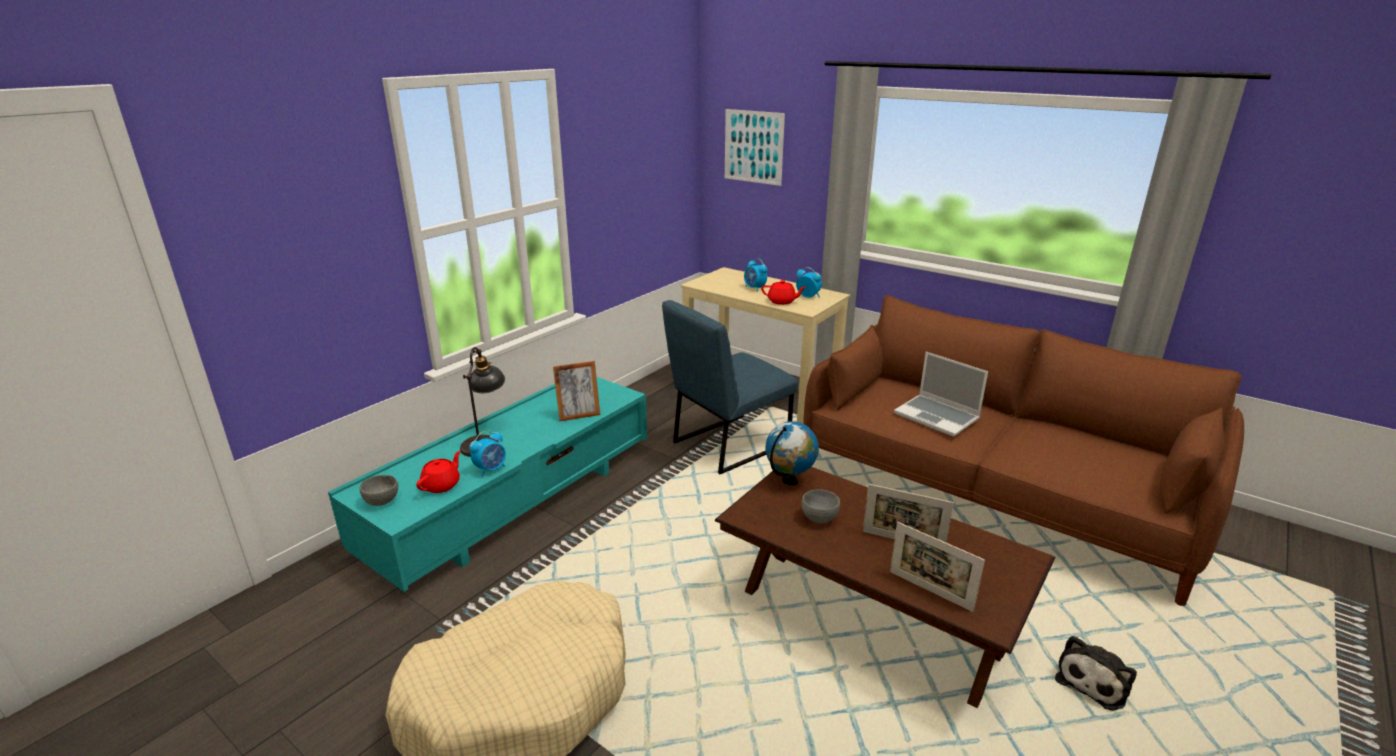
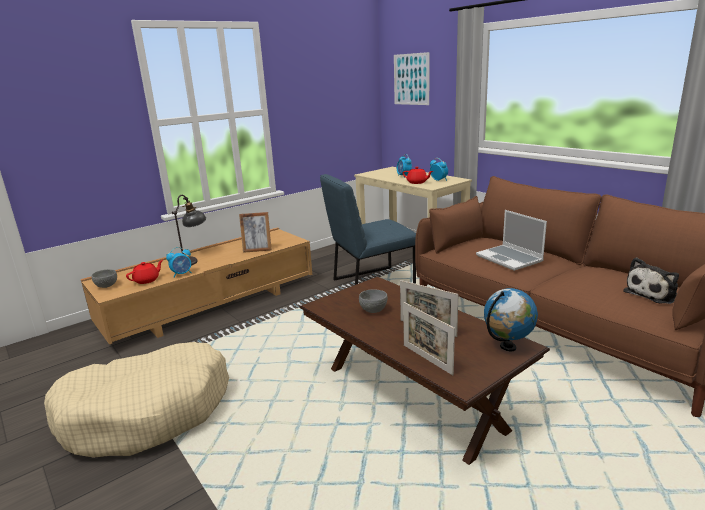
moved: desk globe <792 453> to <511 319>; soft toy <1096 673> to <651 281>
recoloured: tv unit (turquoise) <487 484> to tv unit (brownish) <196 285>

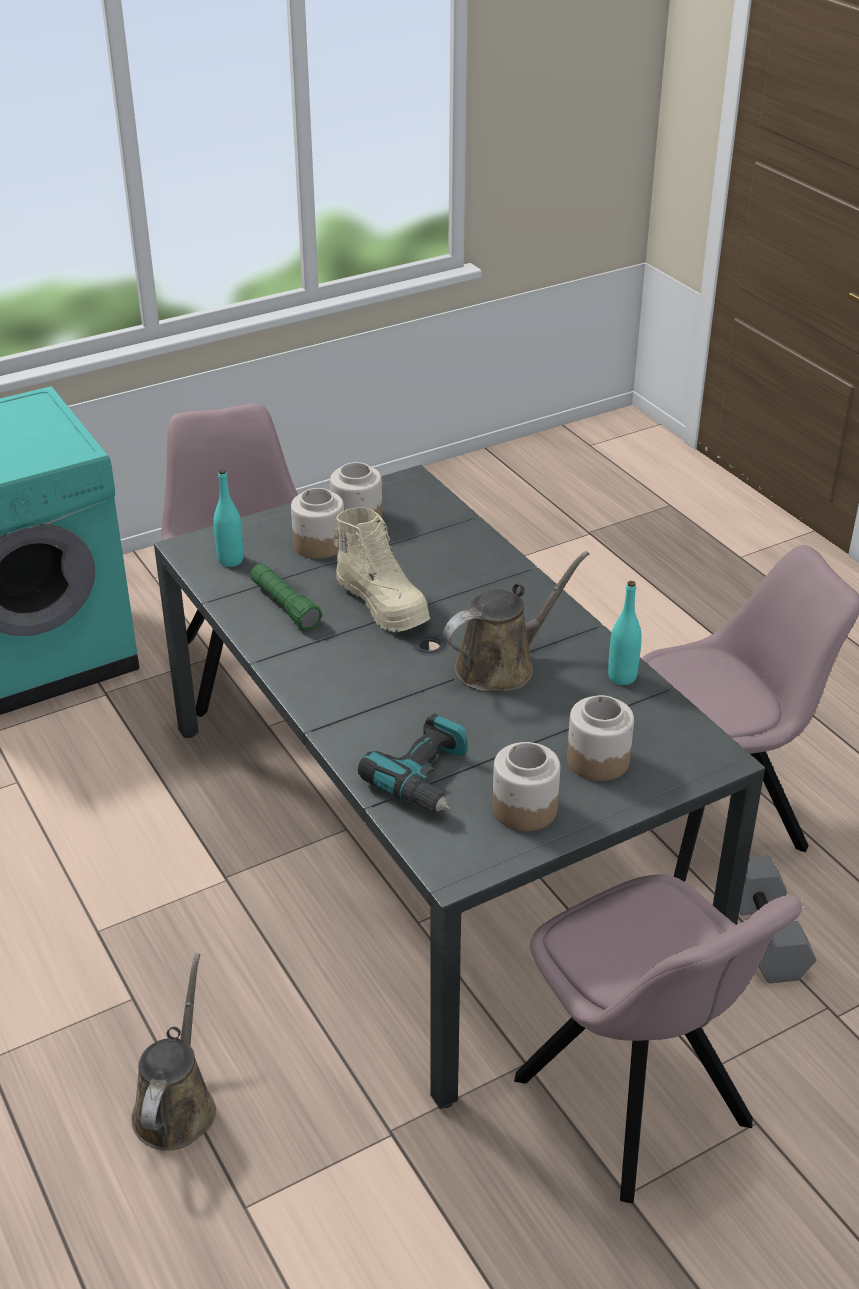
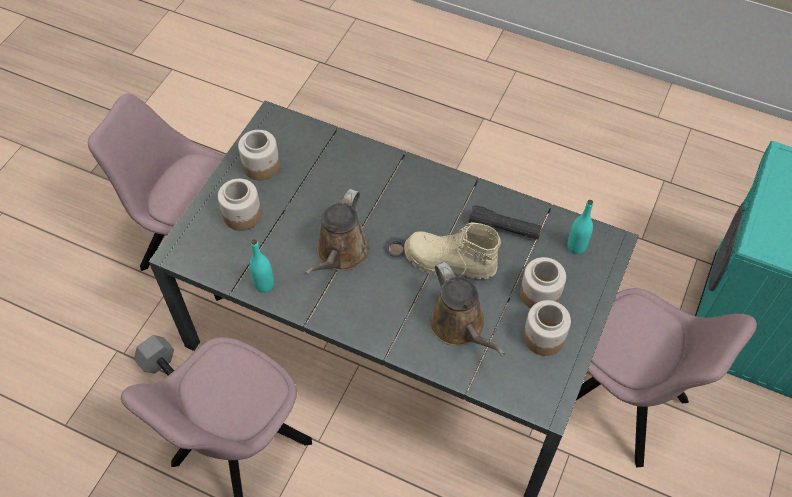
removed: power drill <413 763>
moved: watering pot (brownish) <173 1052> to <467 309>
recoloured: hand torch (greenish) <286 597> to hand torch (blackish) <505 222>

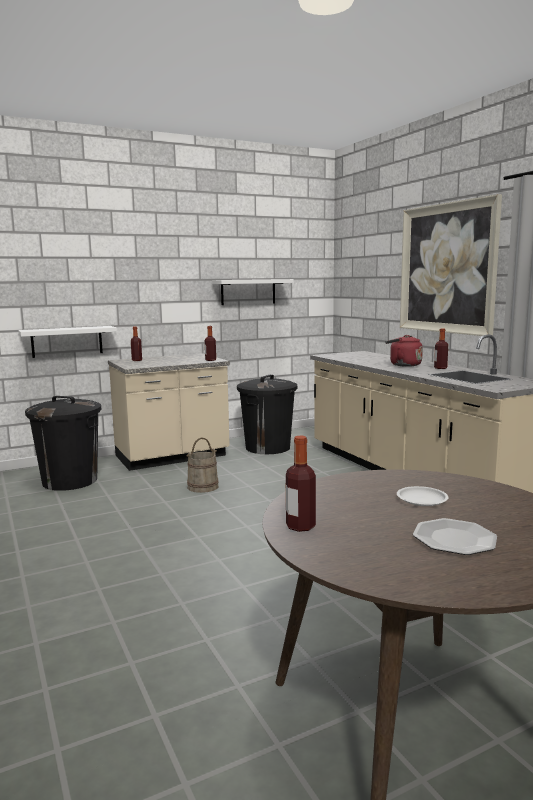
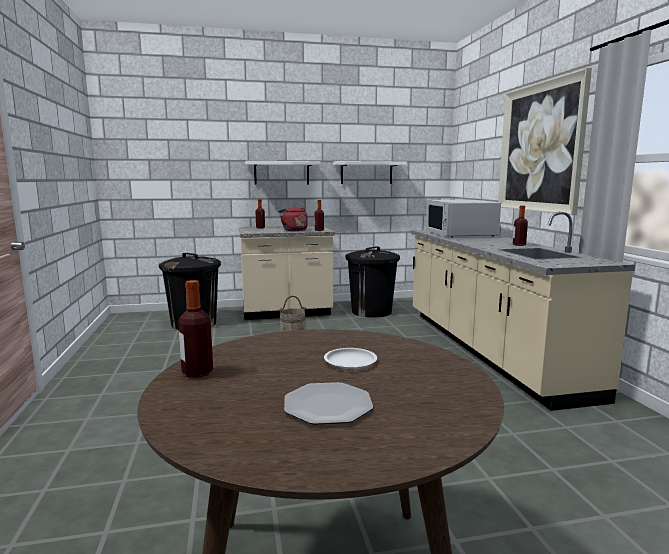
added: kitchen microwave (whitish) <463 218>
moved: wall shelf (whitish) <67 342> to <283 173>; water kettle (red) <404 351> to <293 218>

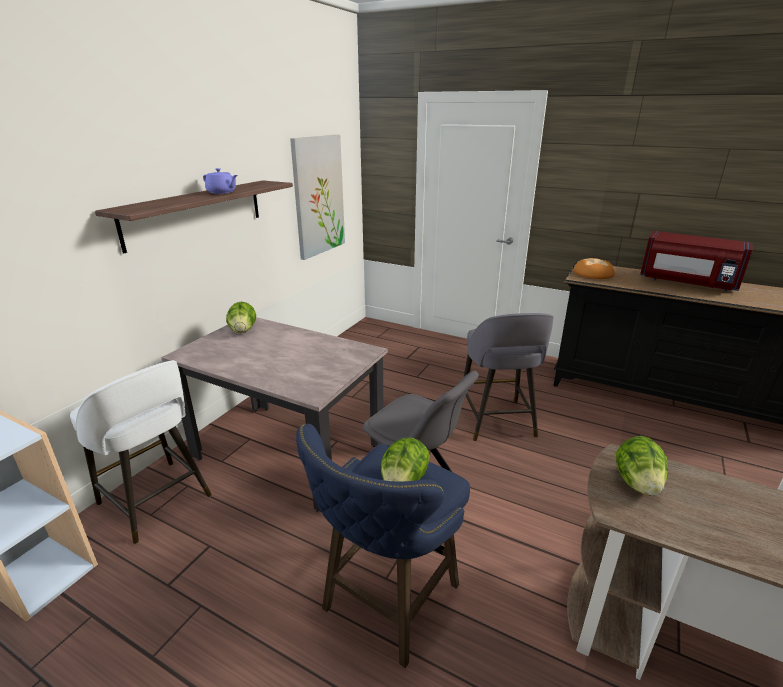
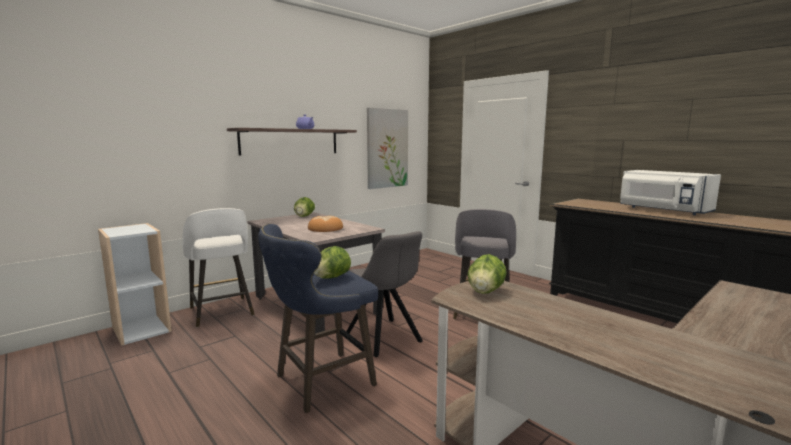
moved: baked bread <594 268> to <325 224>
recoloured: kitchen microwave (red) <696 261> to kitchen microwave (whitish) <670 192>

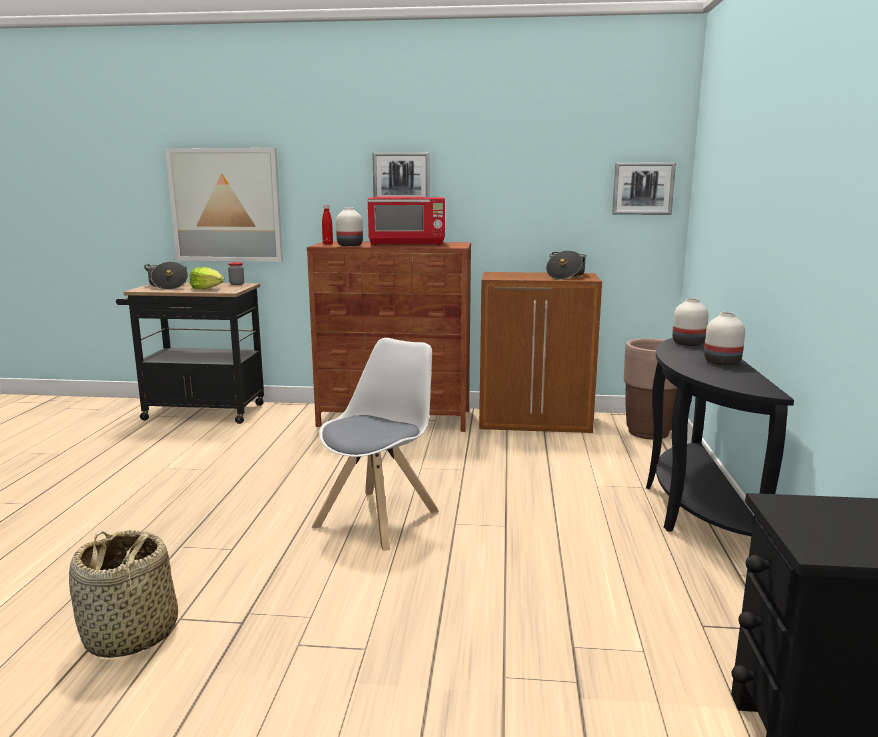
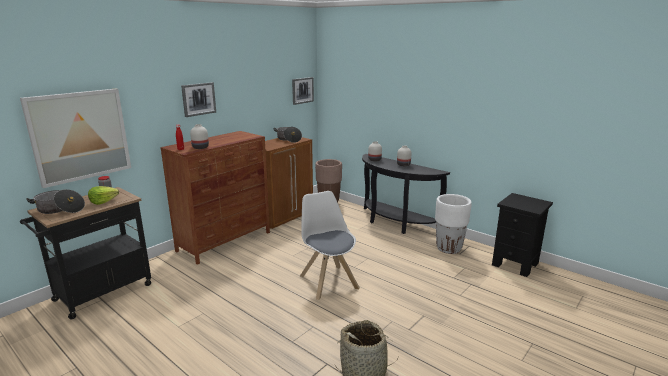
removed: kitchen microwave (red) <406 221>
added: plant pot (whitish) <453 224>

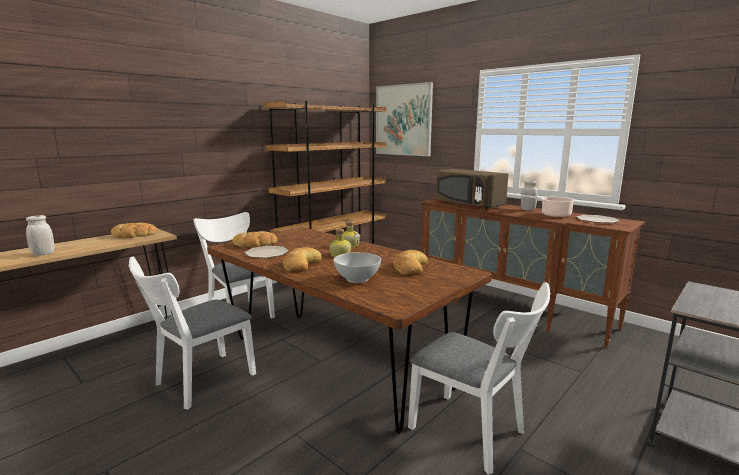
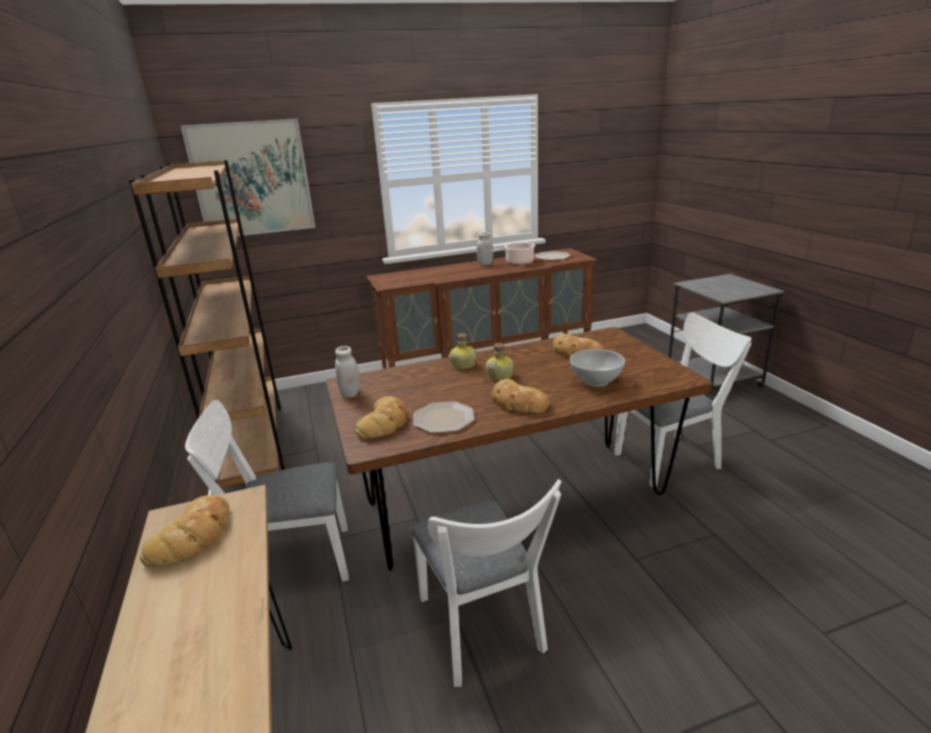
removed: kitchen microwave (brownish) <472 189>
moved: storage jar (whitish) <40 235> to <347 371>

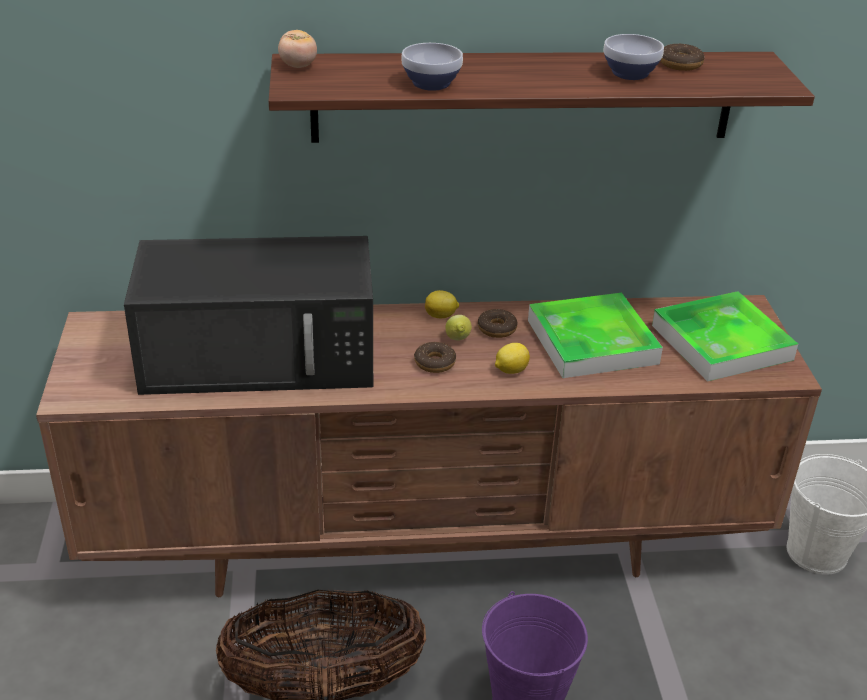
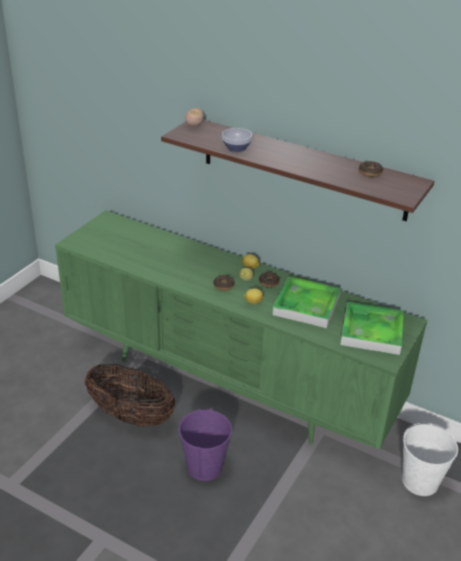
removed: kitchen microwave (blackish) <248 315>; bowl <634 57>
recoloured: cupboard (brownish) <429 446> to cupboard (greenish) <241 329>

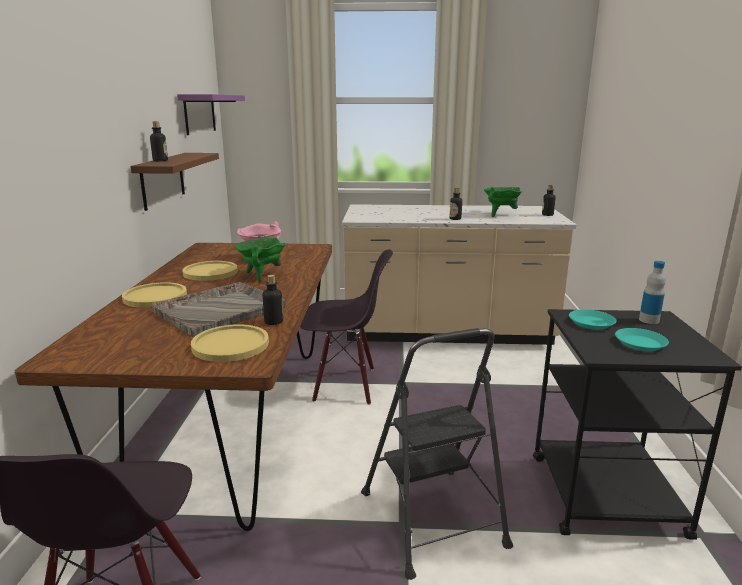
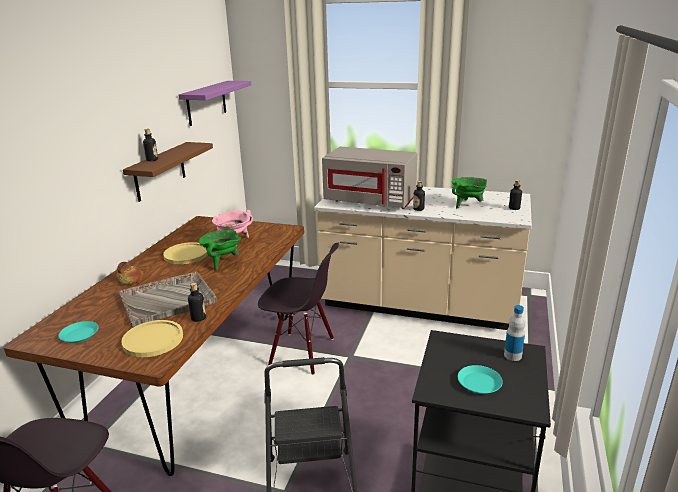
added: kitchen microwave (gray) <370 178>
moved: dinner plate (turquoise) <593 319> to <78 332>
replaced: dinner plate (yellow-coloured) <154 295> to baked bread <130 273>

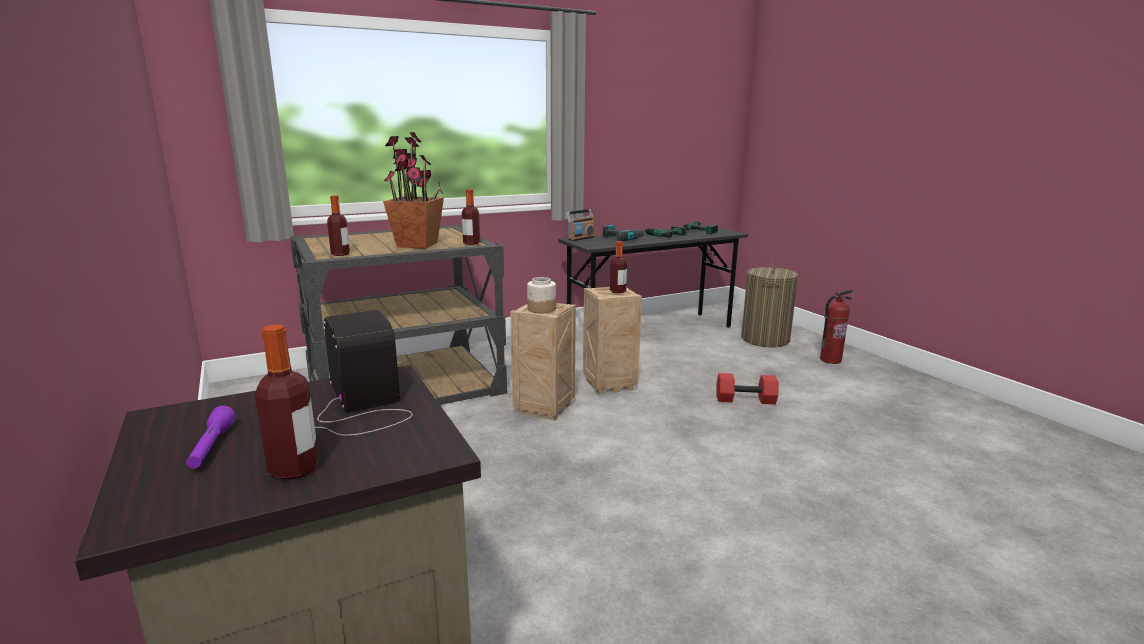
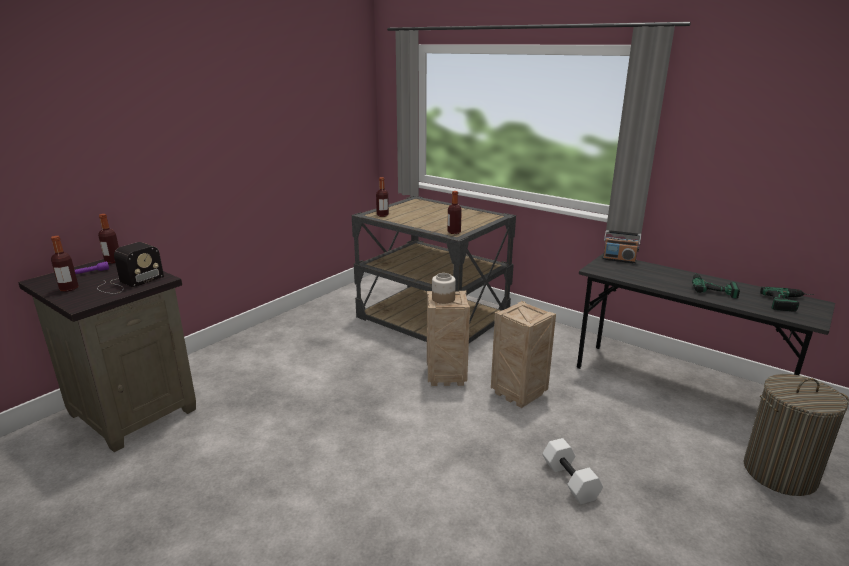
removed: houseplant <413 190>; power drill <624 233>; fire extinguisher <836 326>
moved: beverage bottle <618 267> to <108 239>
recoloured: hand weight (red) <747 388> to hand weight (whitish) <572 471>

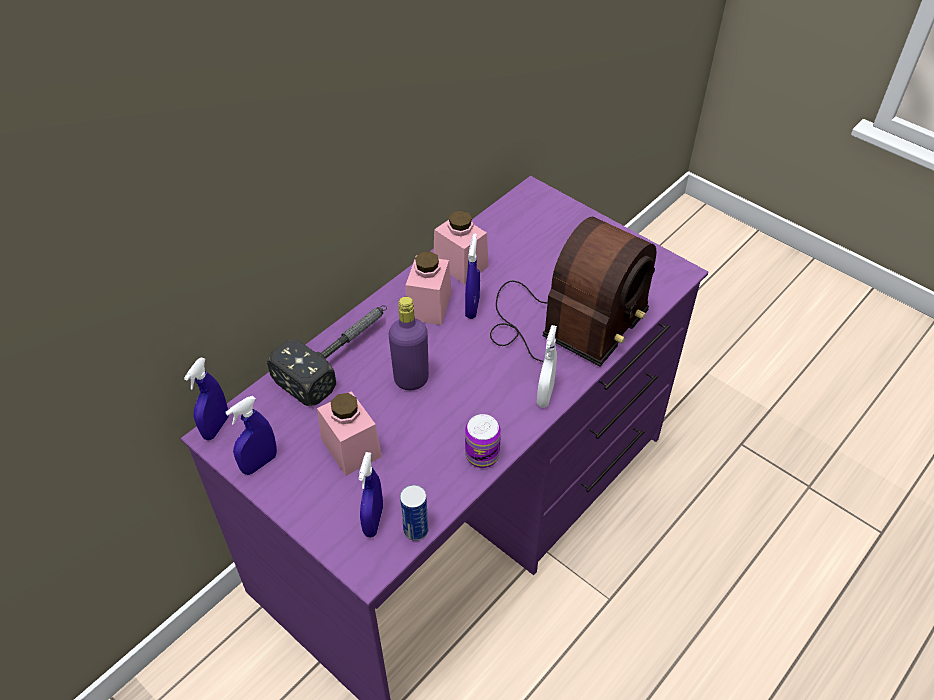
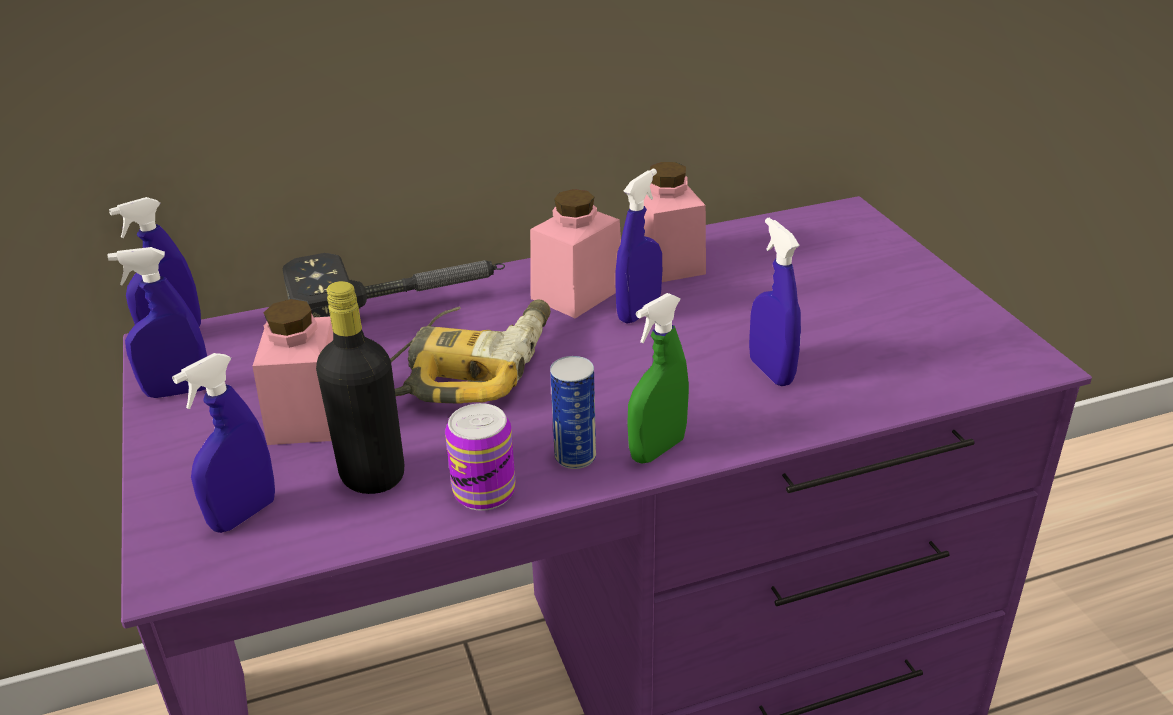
added: beverage bottle (blackish) <360 387>
moved: metal can <414 513> to <573 412>
replaced: beverage bottle (purplish) <408 343> to power drill <470 351>; radio <573 291> to hand sprayer (bluish) <775 302>
recoloured: hand sprayer (whitish) <547 366> to hand sprayer (greenish) <658 378>

